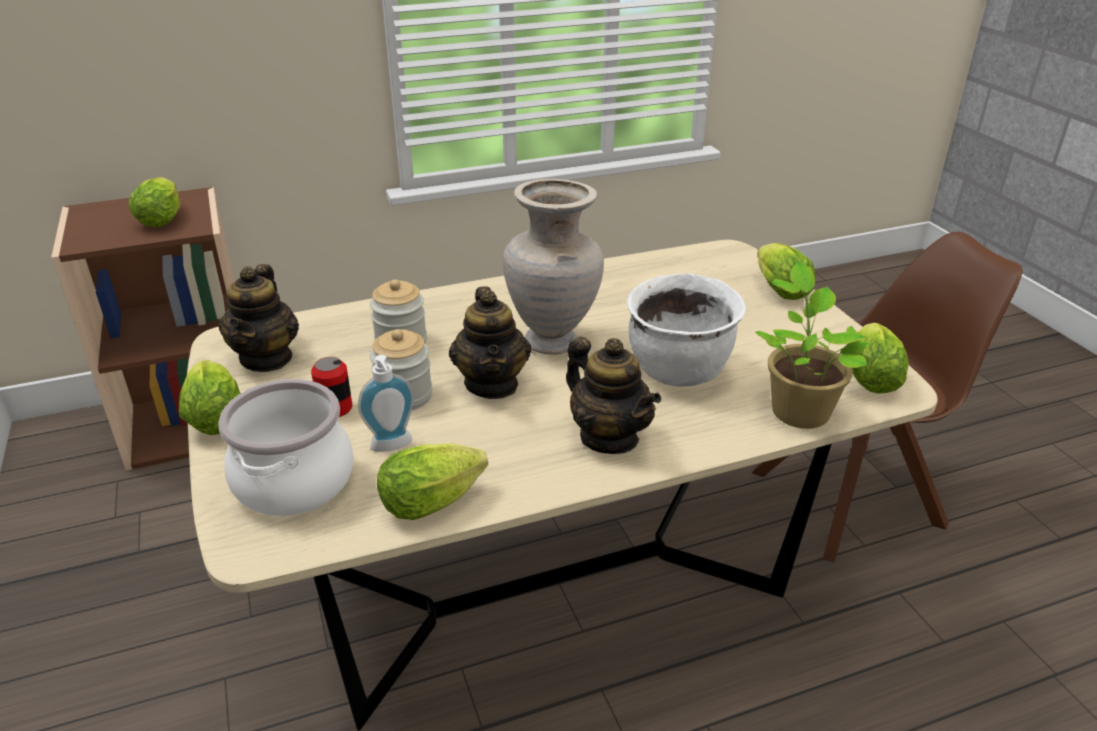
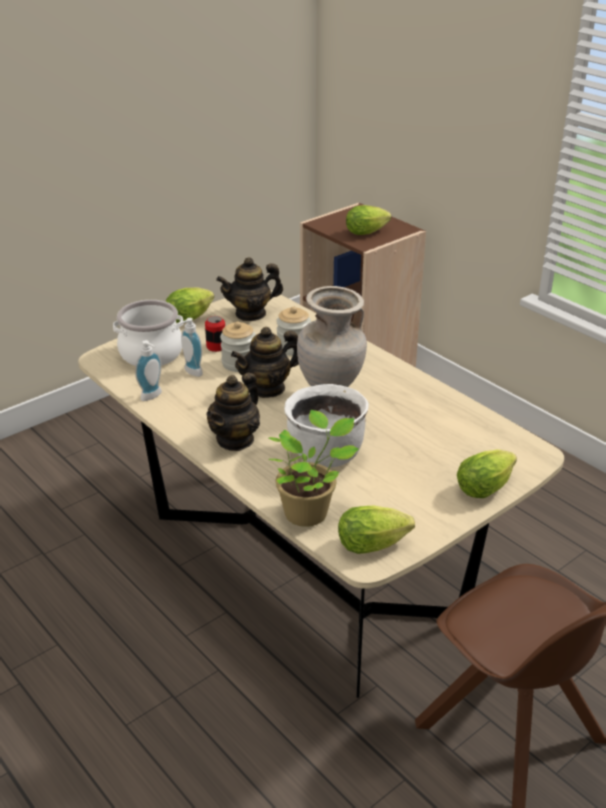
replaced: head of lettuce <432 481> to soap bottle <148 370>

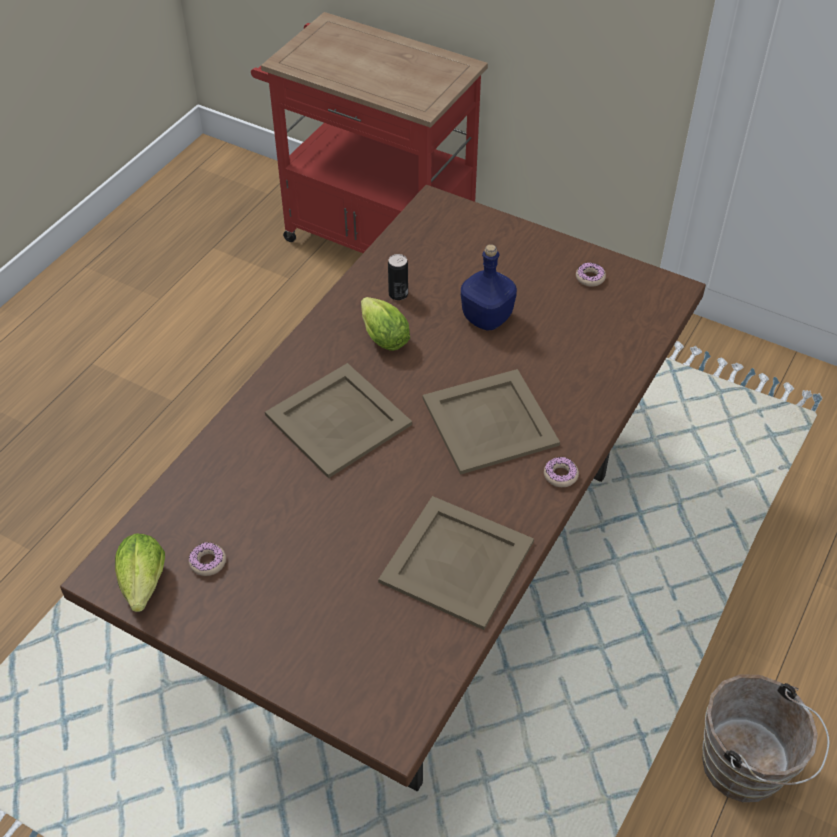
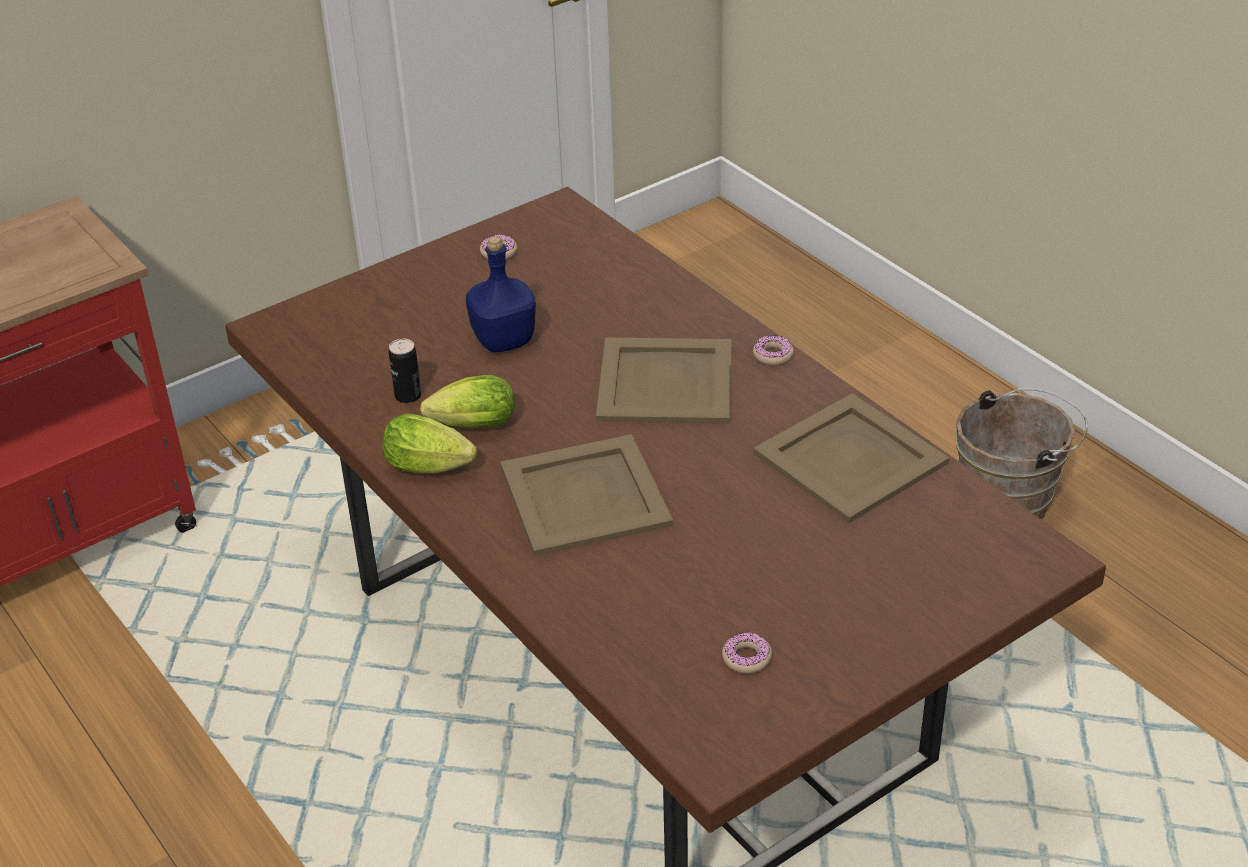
moved: head of lettuce <140 573> to <429 443>

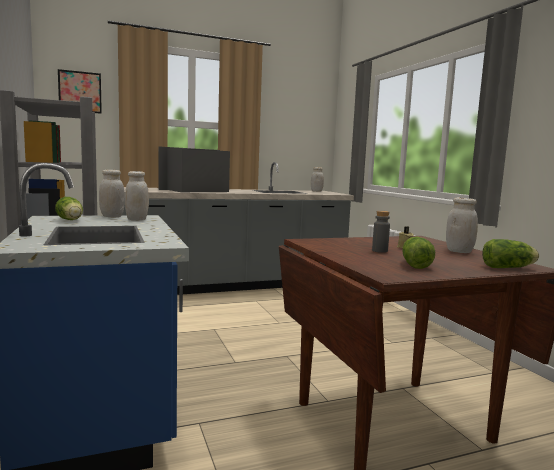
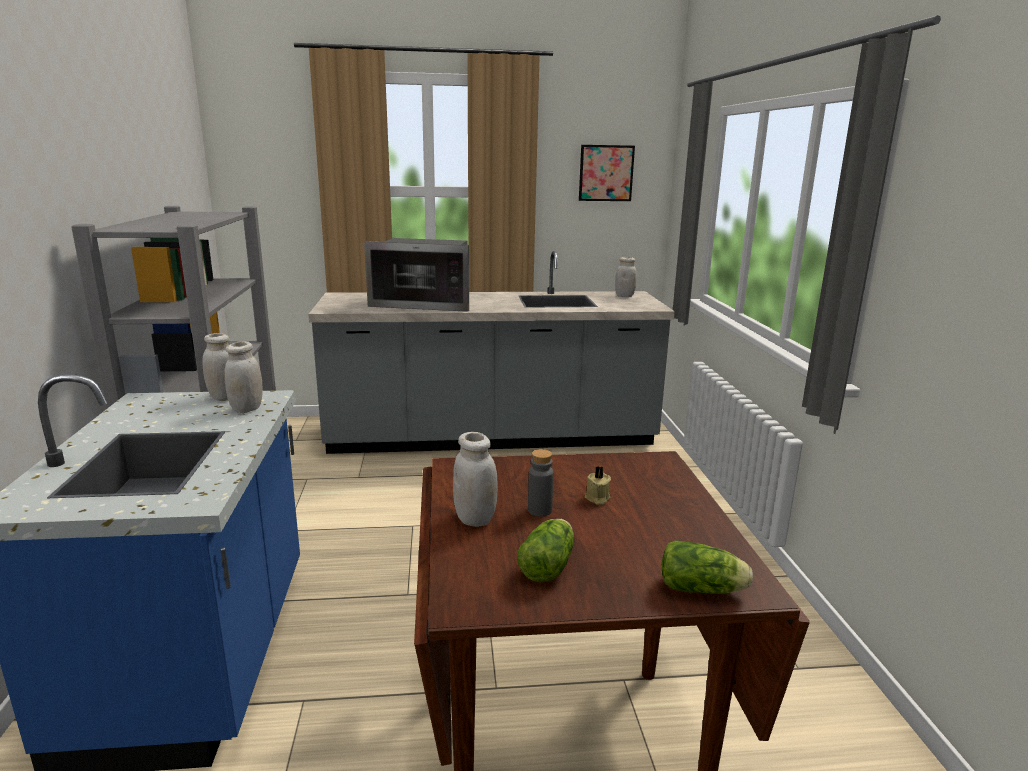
removed: head of lettuce <69 208>
moved: storage jar (whitish) <462 225> to <475 479>; wall art <80 91> to <607 173>
turned: kitchen microwave <194 169> = <416 275> 150 degrees counterclockwise

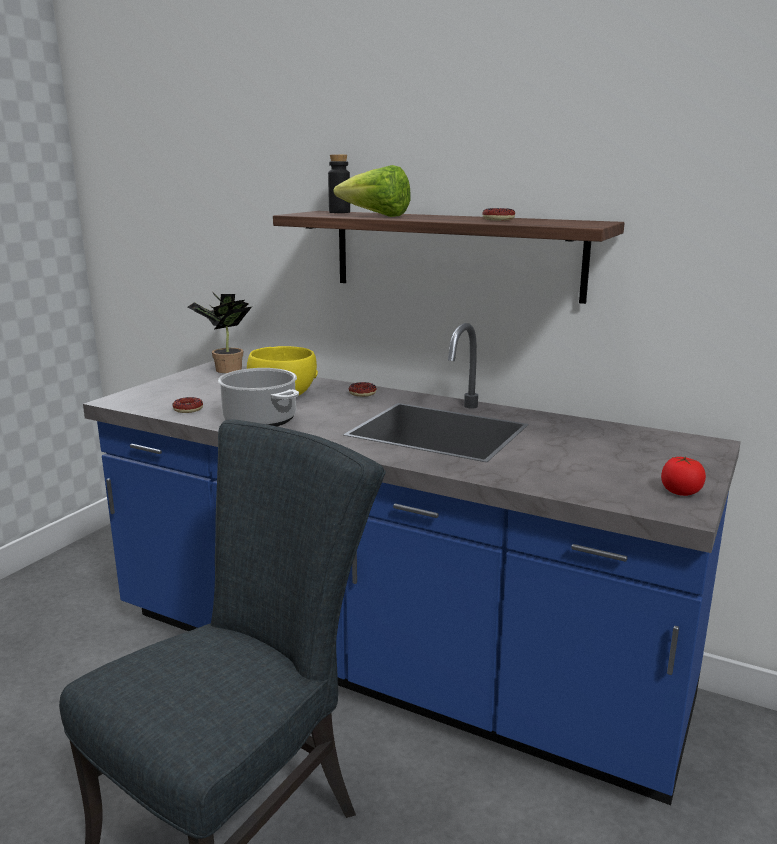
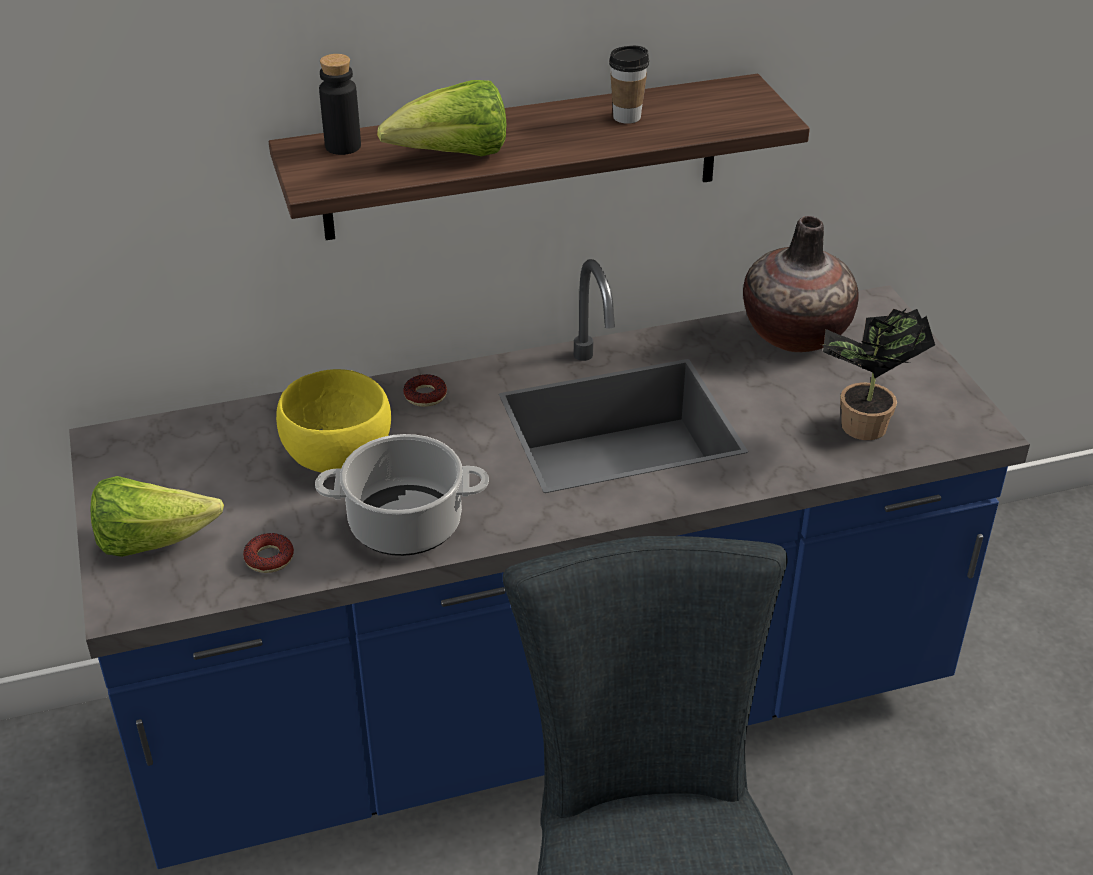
removed: tomato <683 476>
added: head of lettuce <157 516>; flower vase <801 284>
moved: houseplant <220 332> to <878 374>
replaced: ring doughnut <498 214> to cup <629 85>

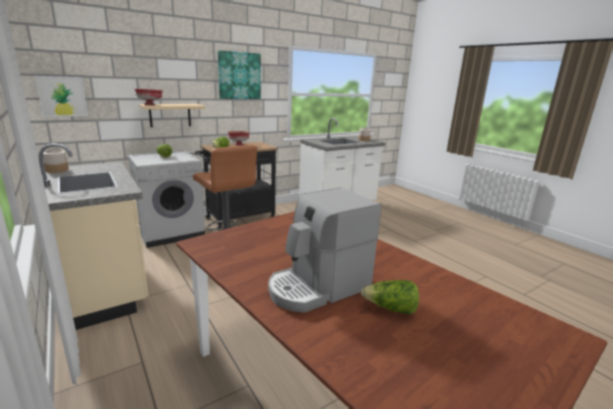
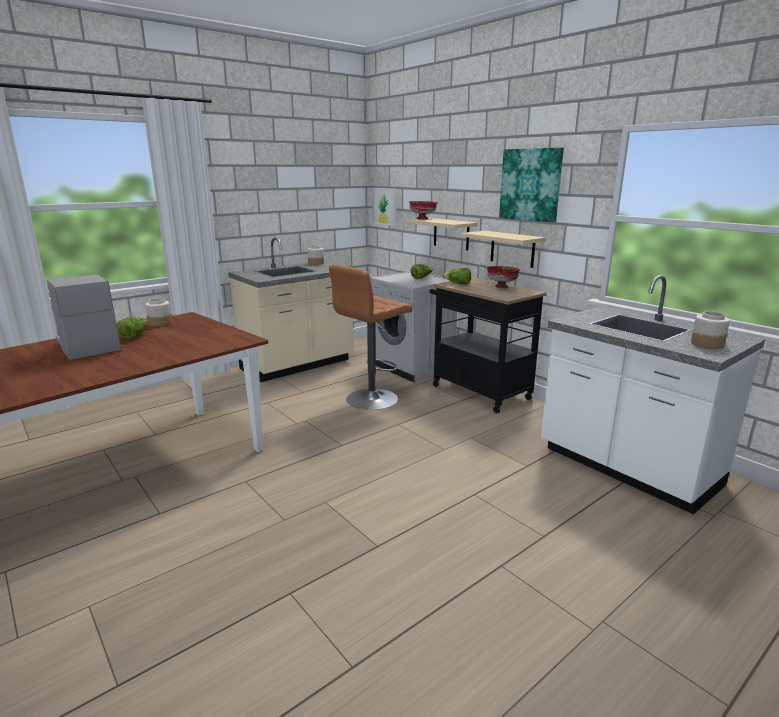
added: storage jar <158 312>; wall shelf (sand-coloured) <504 249>
moved: head of lettuce <390 297> to <131 328>

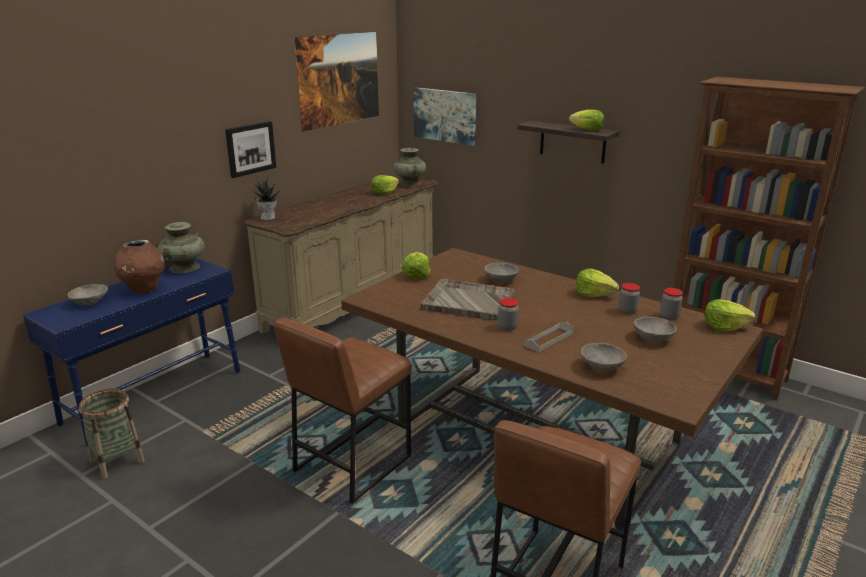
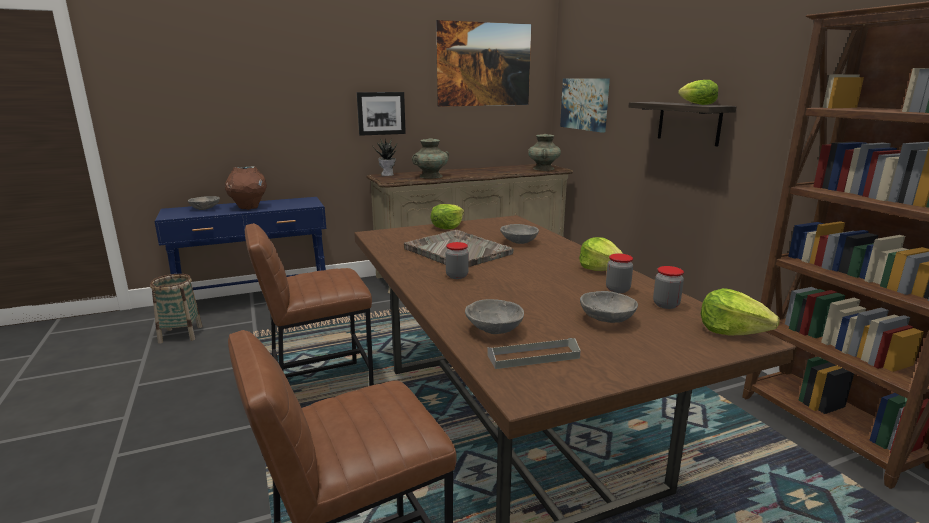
removed: head of lettuce <385 184>
moved: flower vase (turquoise) <181 247> to <430 158>; tray (gray) <549 337> to <534 353>

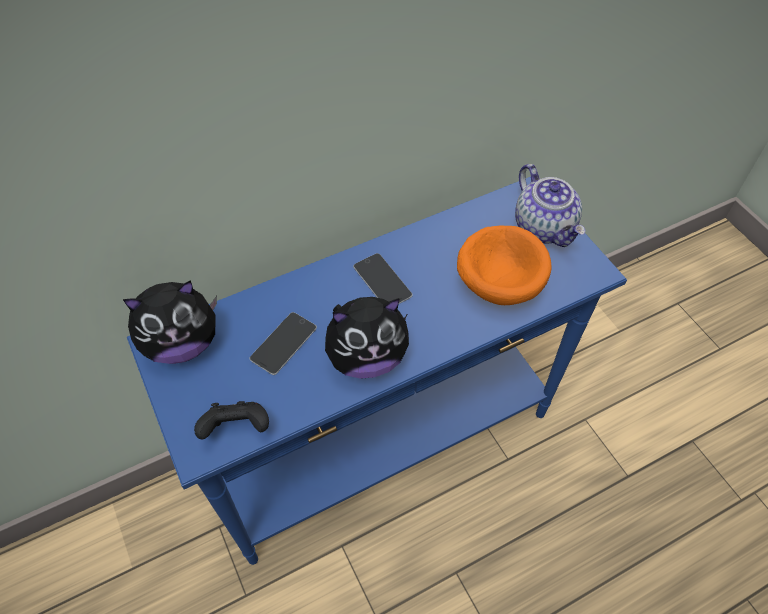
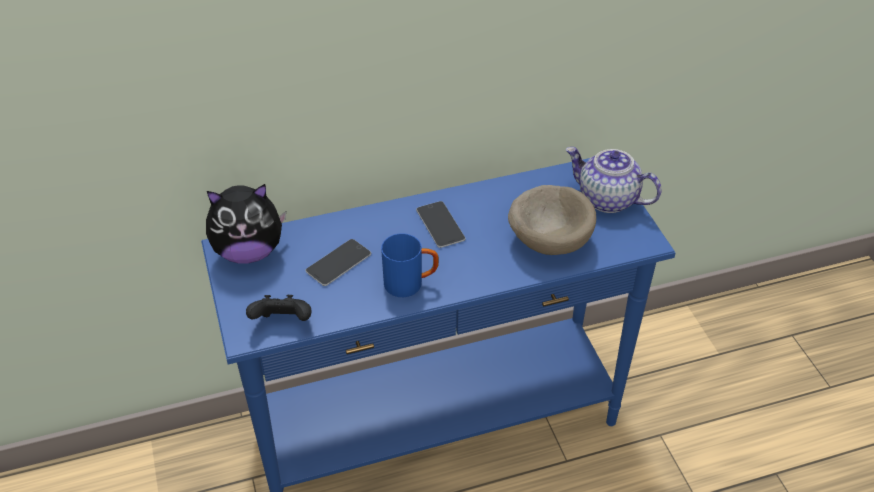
replaced: soft toy <367 338> to coffee mug (bluish) <410 265>
recoloured: bowl (orange) <504 265> to bowl (sand-coloured) <552 220>
turned: pot for tea <550 205> = <614 180> 135 degrees clockwise

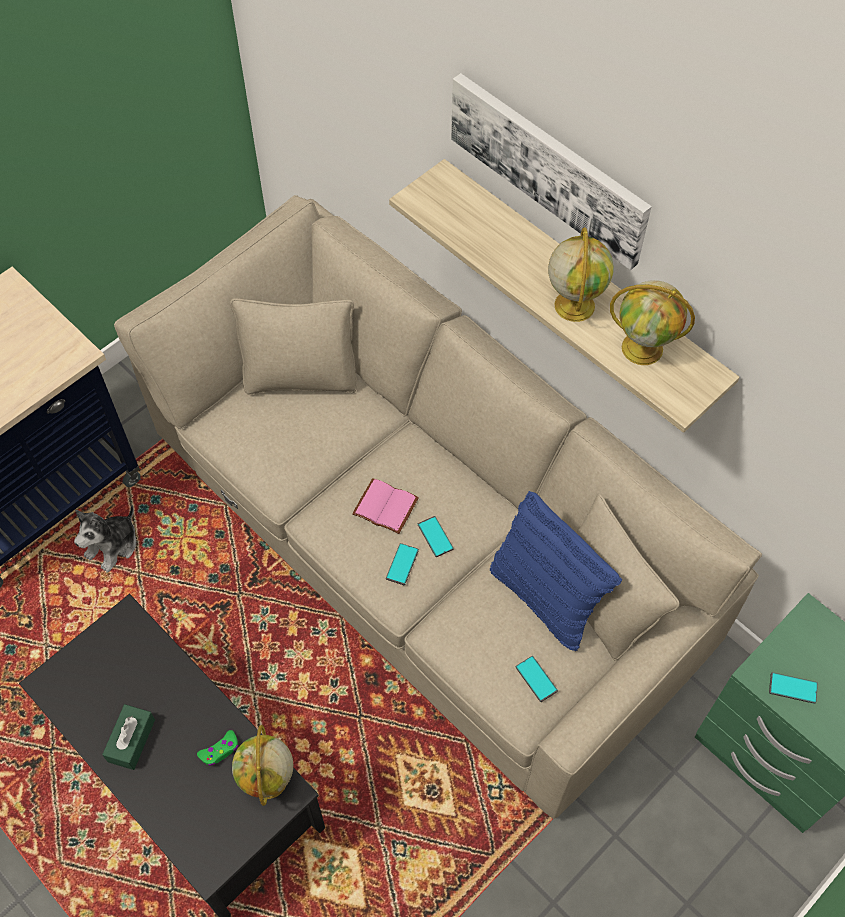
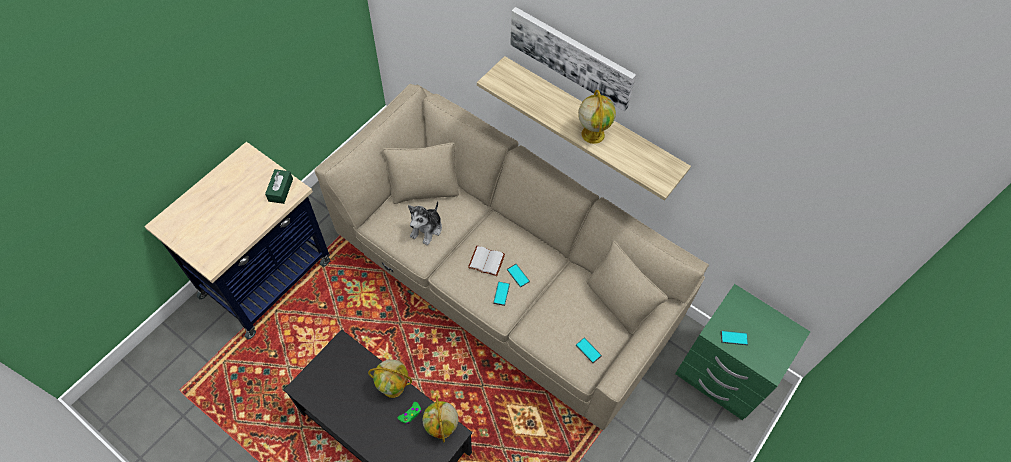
removed: pillow (bluish) <556 571>
moved: tissue holder (greenish) <128 737> to <279 186>; desk globe <652 322> to <390 379>; soft toy <105 538> to <425 223>
recoloured: volume (pink) <385 506> to volume (whitish) <486 261>

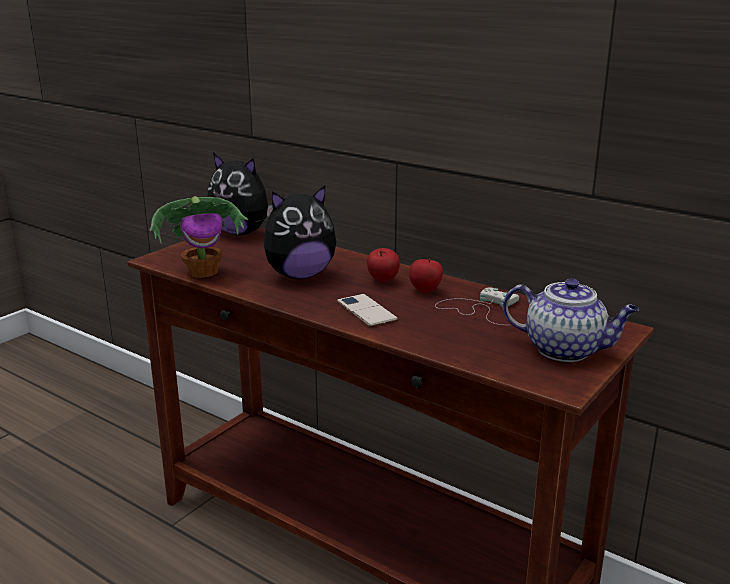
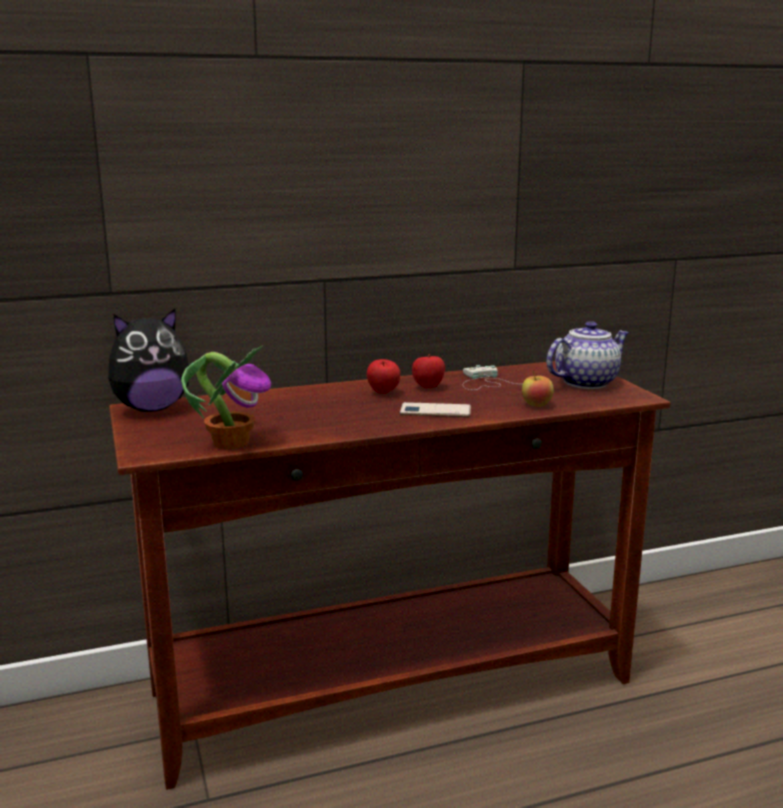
removed: soft toy <300 232>
added: apple <538 388>

